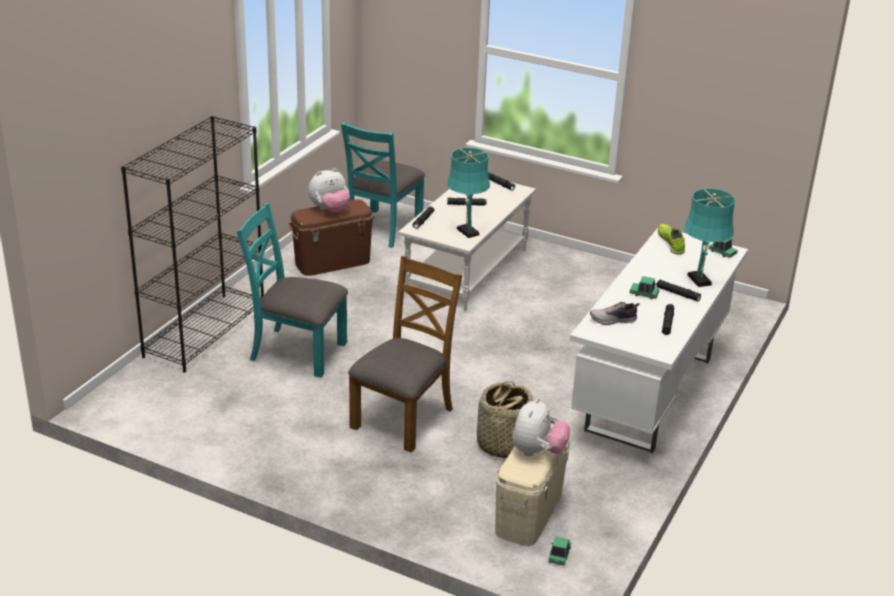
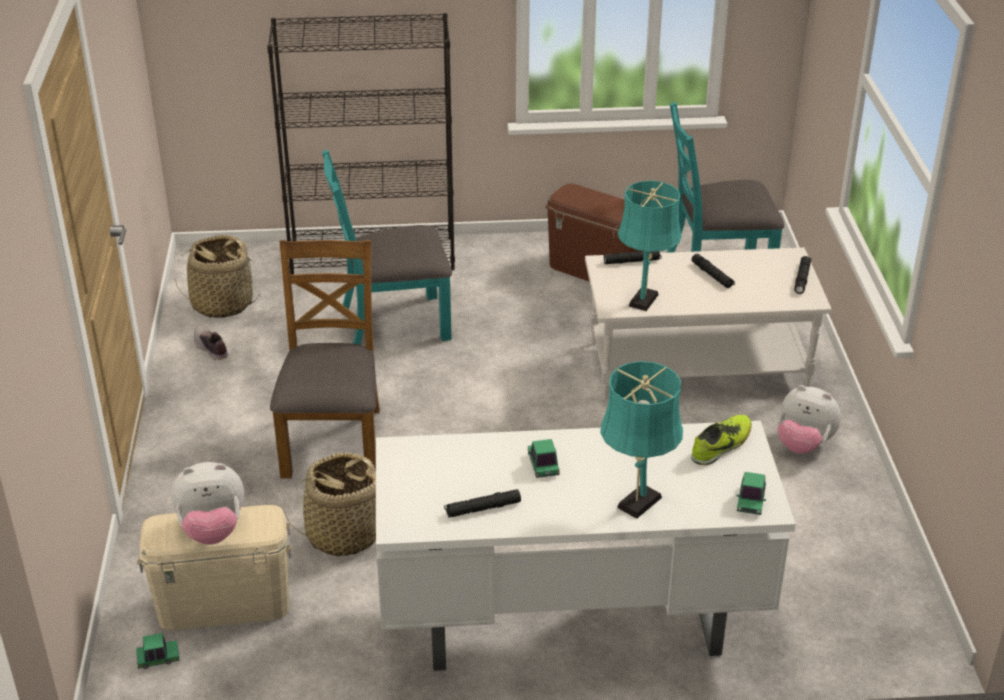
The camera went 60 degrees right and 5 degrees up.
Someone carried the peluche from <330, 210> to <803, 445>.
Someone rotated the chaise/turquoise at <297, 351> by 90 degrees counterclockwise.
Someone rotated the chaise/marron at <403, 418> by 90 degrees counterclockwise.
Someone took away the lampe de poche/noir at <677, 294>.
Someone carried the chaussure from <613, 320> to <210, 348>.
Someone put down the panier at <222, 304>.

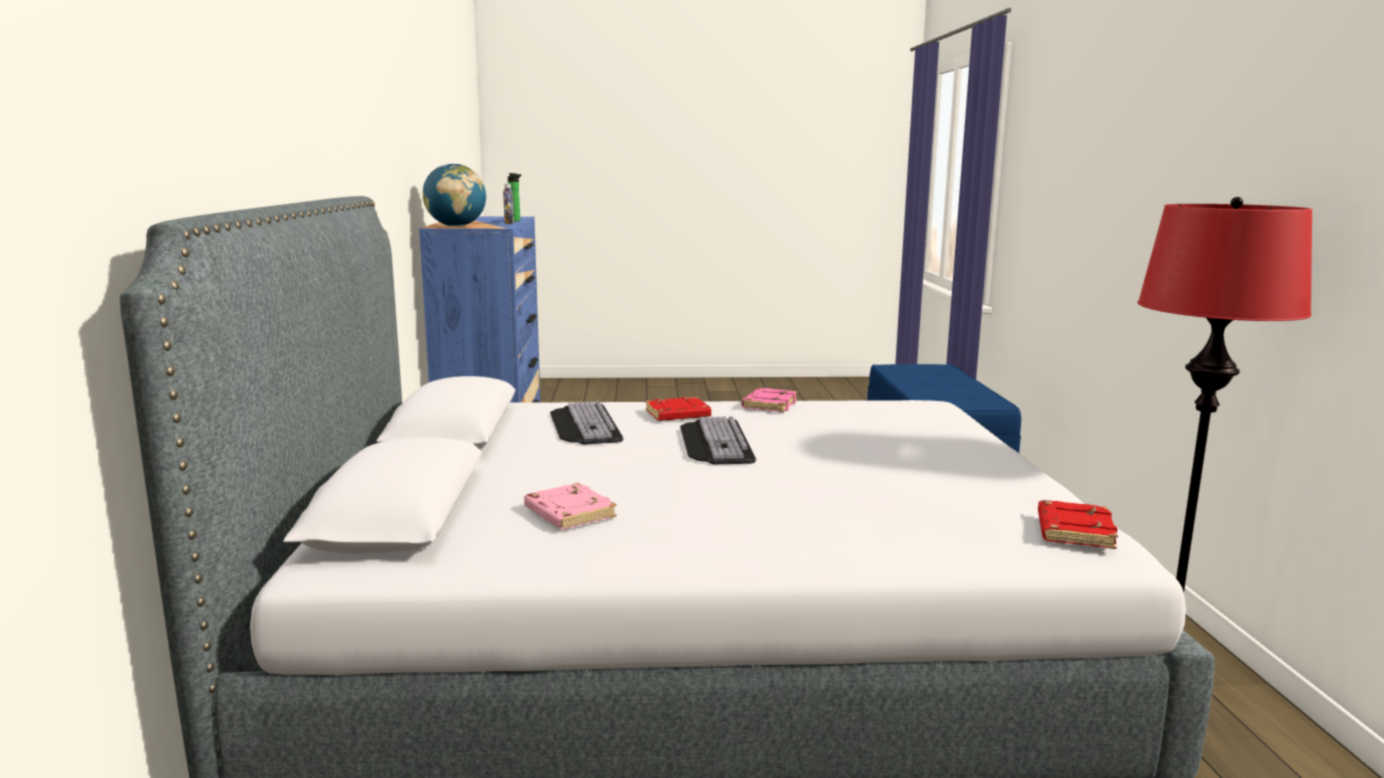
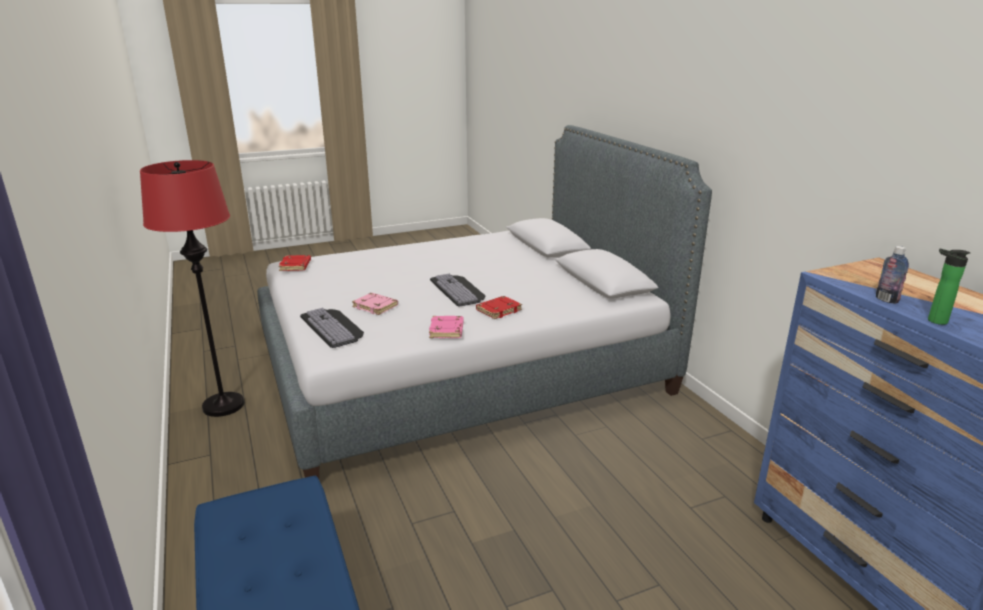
The camera went 160 degrees right and 10 degrees up.
Someone took away the globe at <456, 226>.
Someone carried the clavier from <582, 424> to <334, 327>.
Someone carried the livre/rose from <568, 513> to <376, 306>.

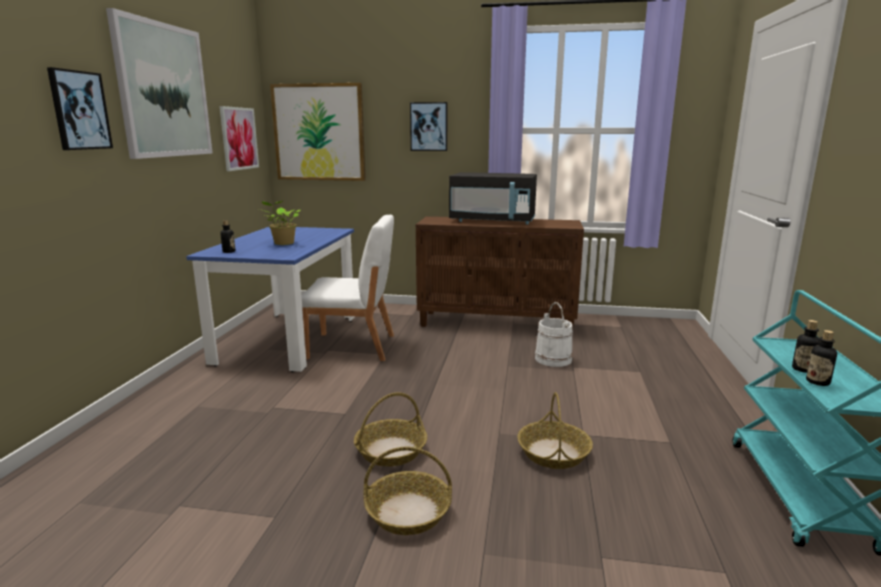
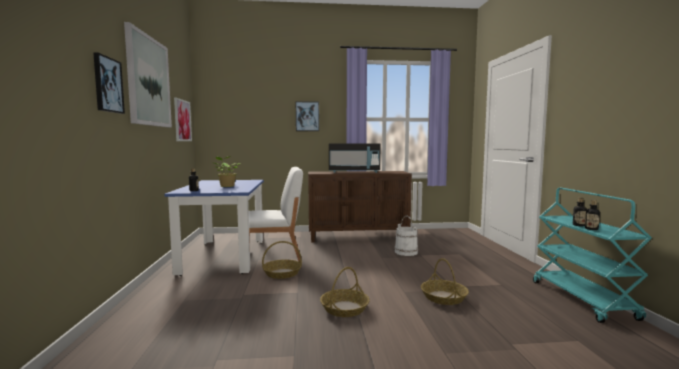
The camera went 15 degrees left and 10 degrees down.
Someone took away the tableau at <319, 132>.
Someone carried the panier from <408, 512> to <282, 273>.

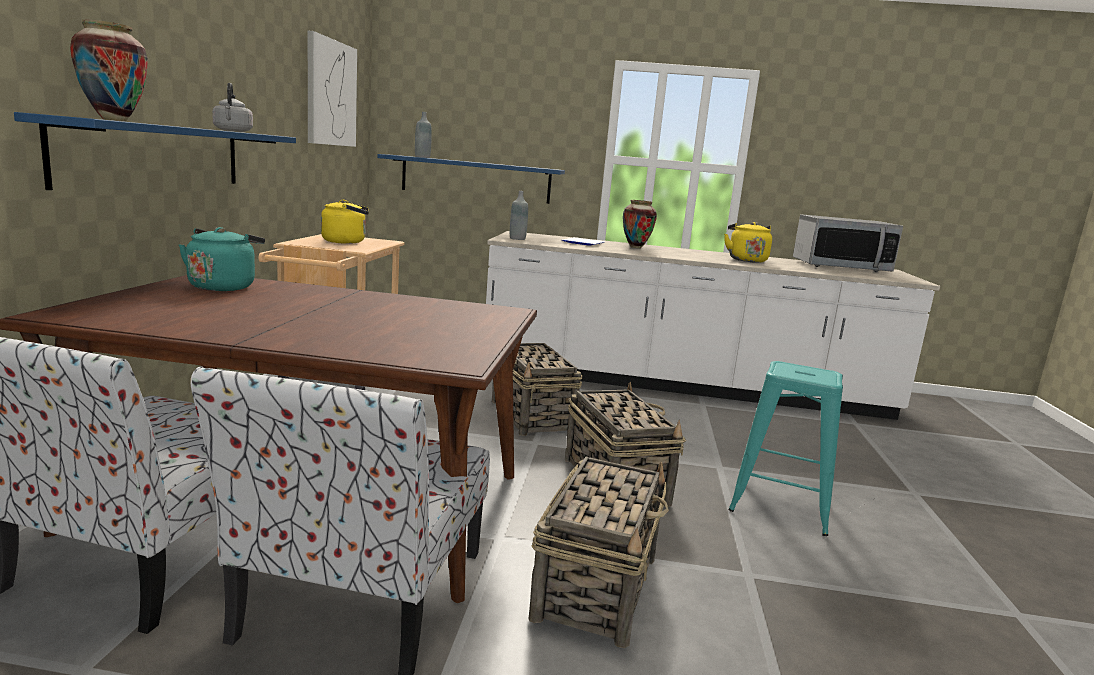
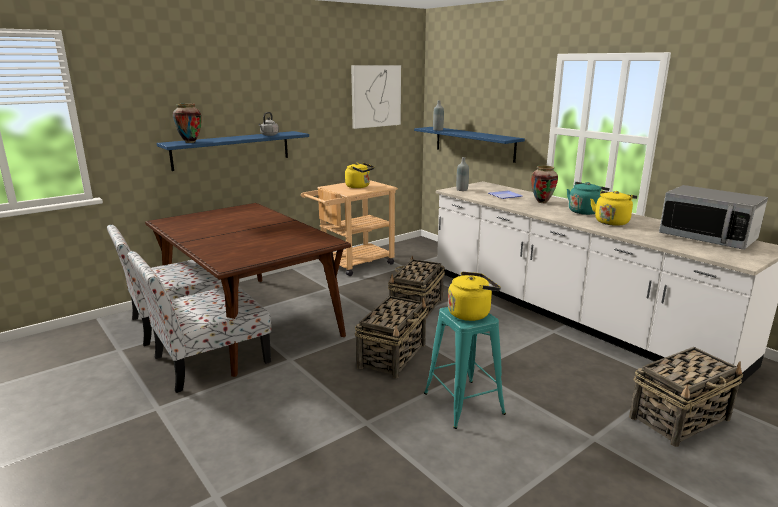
The camera went 45 degrees right and 5 degrees up.
Someone carried the bouilloire/turquoise from <223, 286> to <585, 211>.
Someone carried the panier from <597, 586> to <680, 418>.
Someone put down the bouilloire/jaune at <471, 313>.

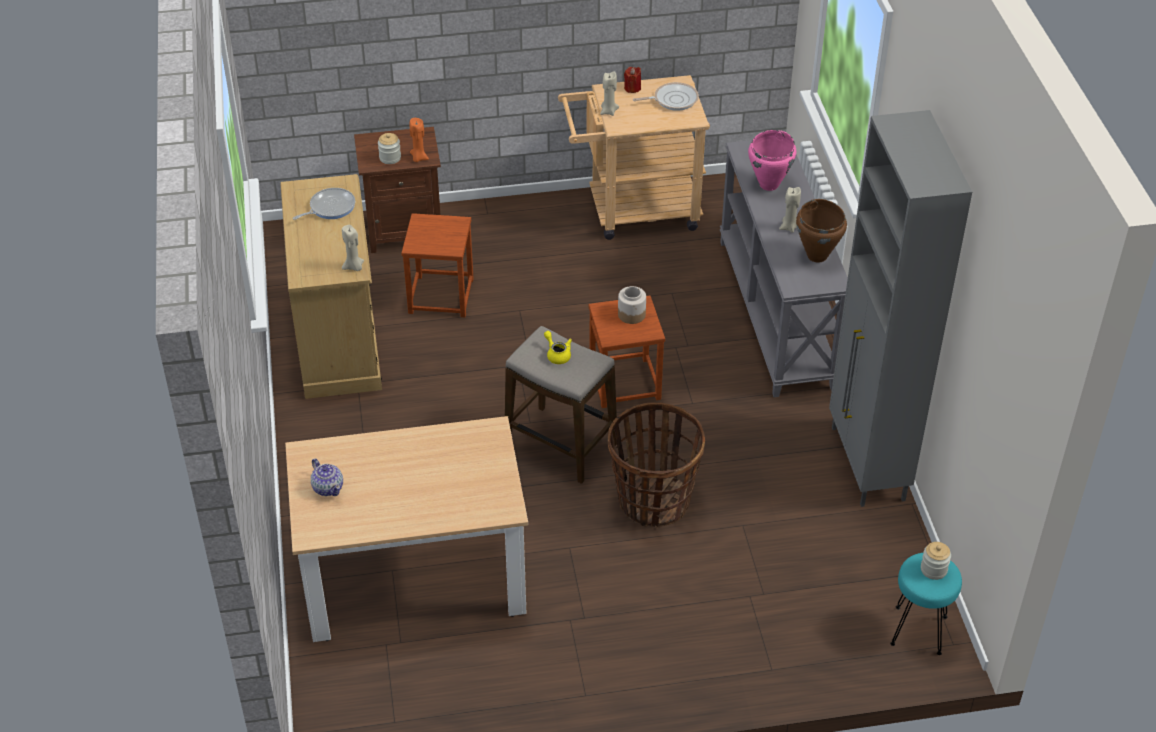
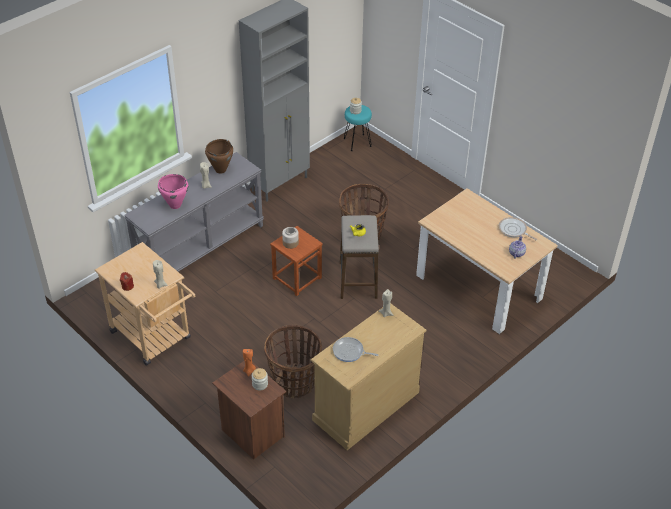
The camera went 125 degrees left and 0 degrees up.
Someone carried the poêle from <673, 100> to <513, 230>.
Someone swapped the tabouret/marron at <441, 296> for the panier at <294, 382>.

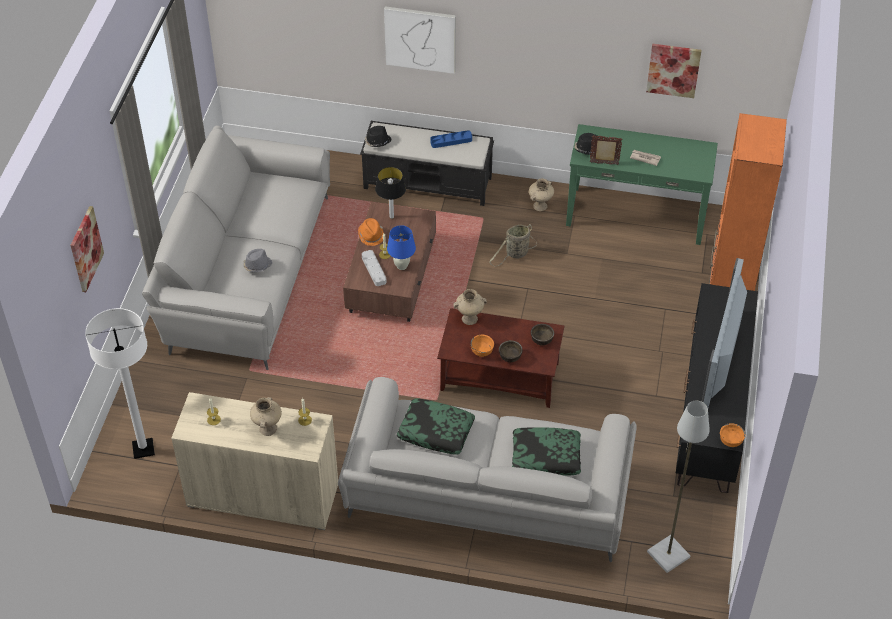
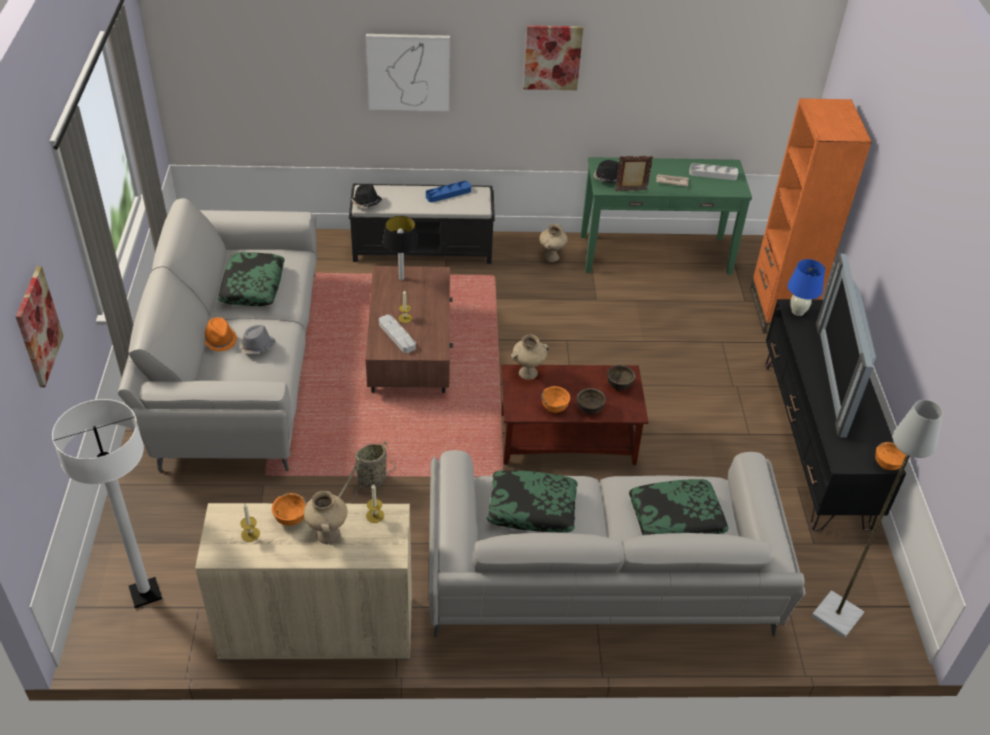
The camera went 15 degrees left and 5 degrees down.
Someone carried the tableau from <673, 70> to <552, 57>.
Someone carried the chapeau/orange from <371, 235> to <220, 339>.
Someone carried the panier from <515, 254> to <370, 482>.
Someone carried the lampe de table/bleu from <401, 266> to <797, 312>.
Someone put down the plateau/gris at <713, 174>.
Someone put down the coussin at <252, 286>.
Someone put down the bol/orange at <291, 518>.

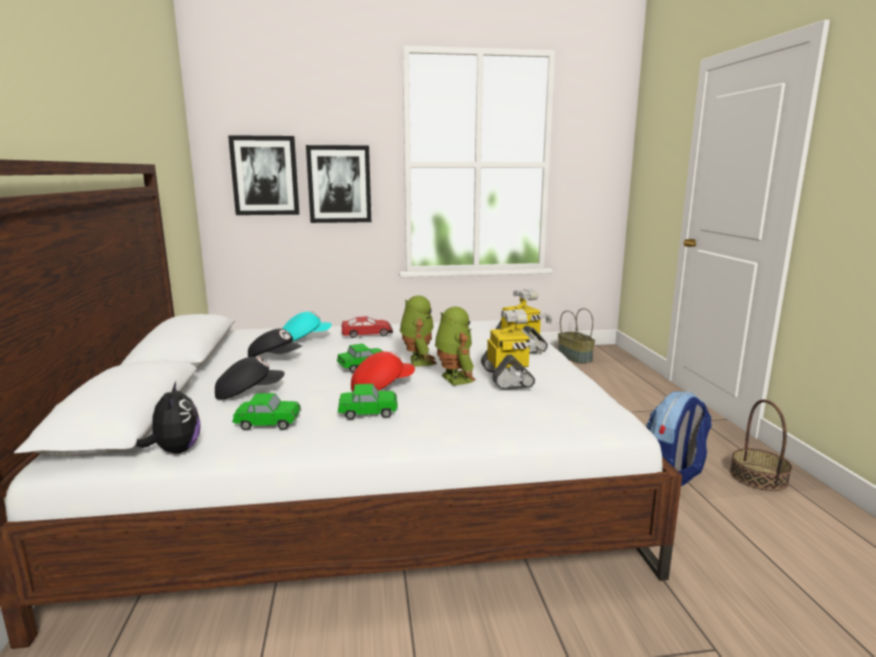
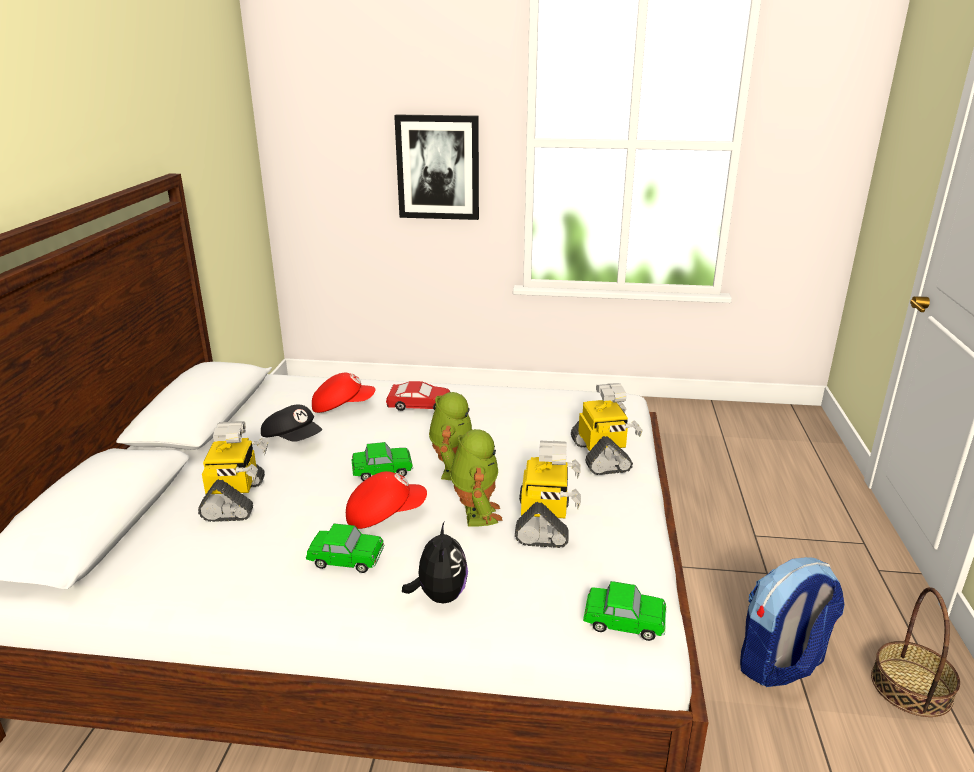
The camera went 15 degrees right and 10 degrees up.
Someone took away the tableau at <265, 176>.
Someone took away the panier at <575, 358>.
Someone repainted the casquette/turquoise at <305, 339>, which became the casquette/rouge at <342, 406>.
Someone swapped the casquette/noir at <249, 393> for the robot jouet at <236, 500>.
Someone carried the peluche from <176, 450> to <439, 595>.
Someone carried the petite voiture from <268, 423> to <624, 623>.

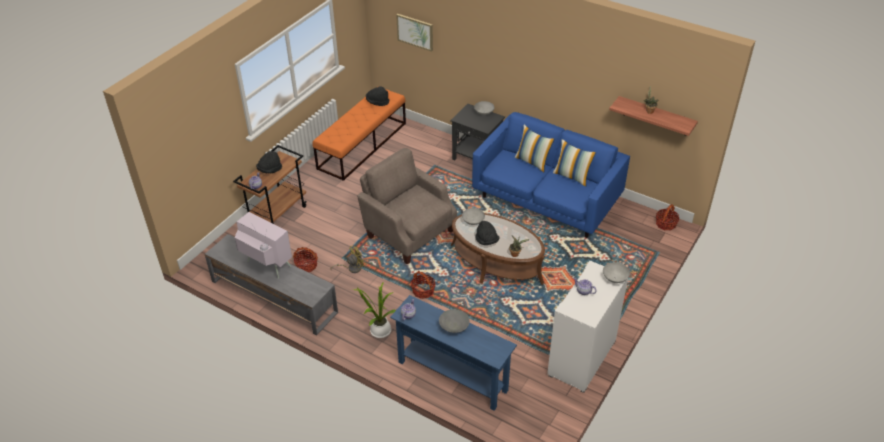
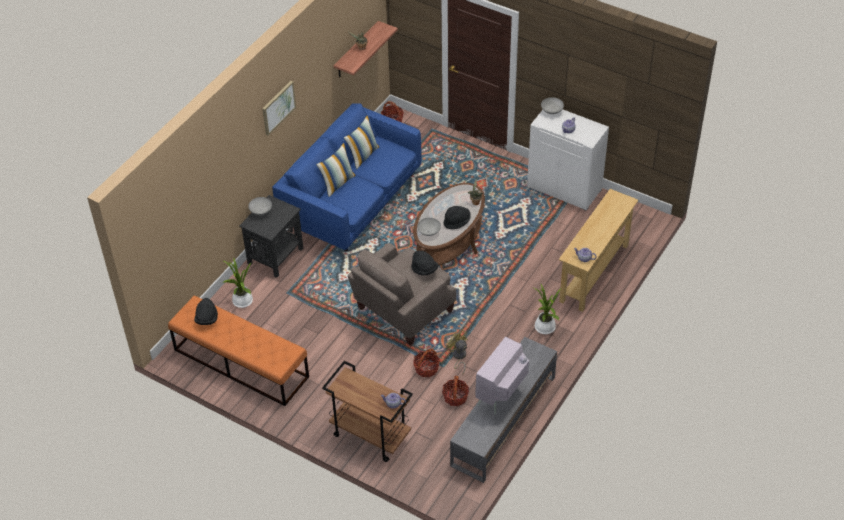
The camera went 90 degrees left and 5 degrees up.
Someone carried the tableau from <415, 32> to <278, 107>.
Someone carried the chapeau/noir from <269, 170> to <424, 269>.
Someone carried the panier from <423, 291> to <426, 368>.
Someone repainted the table console/bleu at <452, 376>, which became the table console/beige at <594, 273>.
Someone took away the bol/gris at <454, 326>.
Someone put down the plante en pot at <242, 302>.

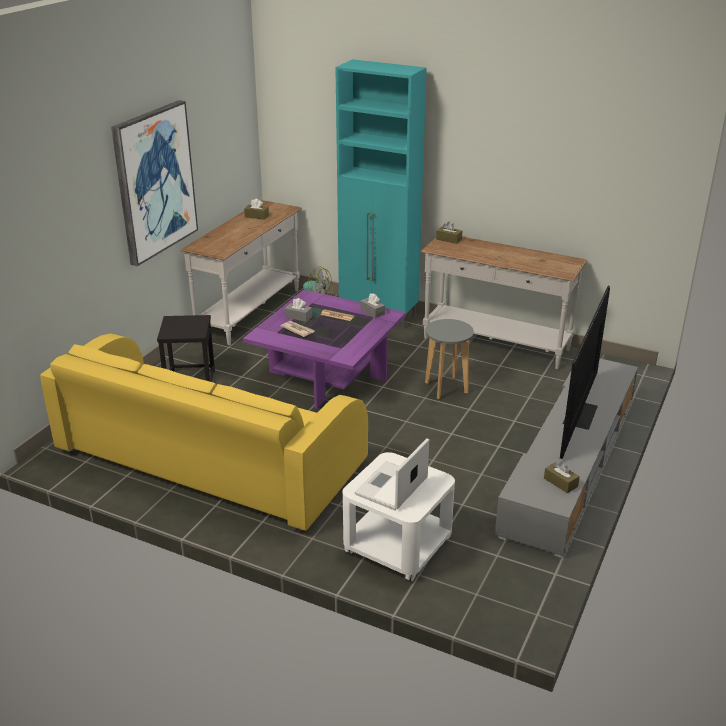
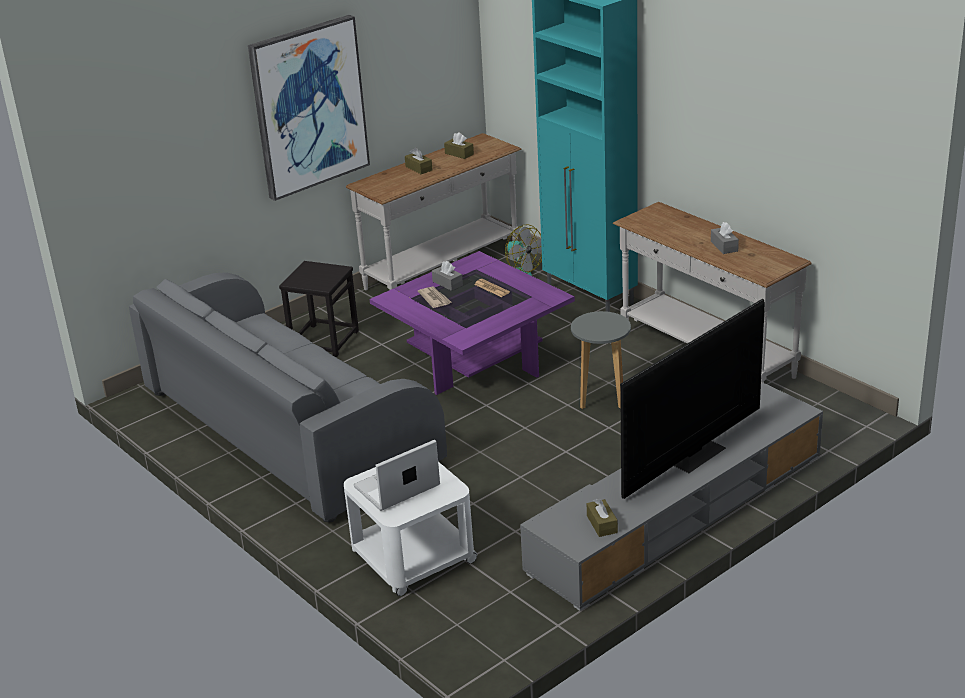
The camera went 25 degrees right and 0 degrees up.
Someone carried the boîte à mouchoirs/marron from <449, 239> to <418, 168>.
Someone carried the boîte à mouchoirs/gris from <372, 312> to <724, 246>.
Someone repainted the canapé/jaune at <209, 459>, which became the canapé/gris at <287, 428>.

